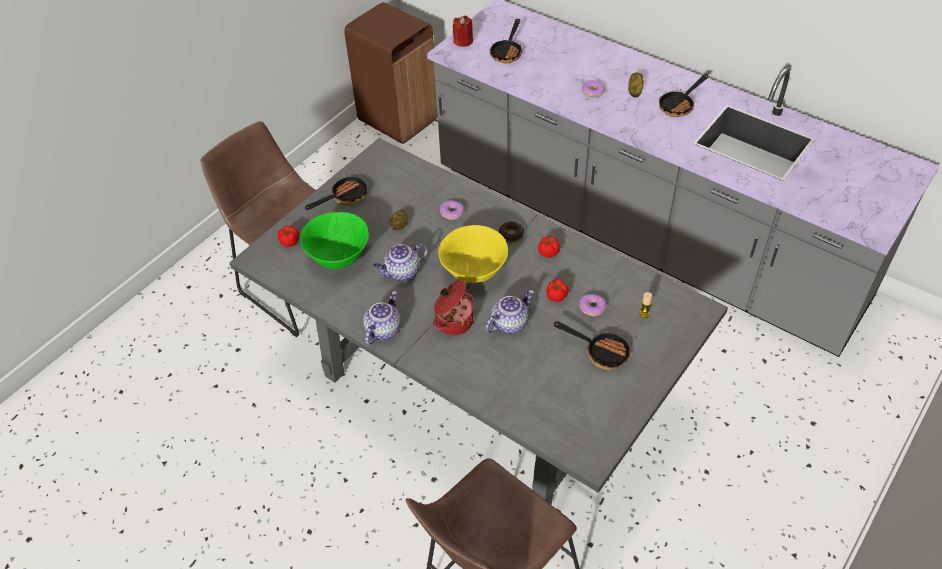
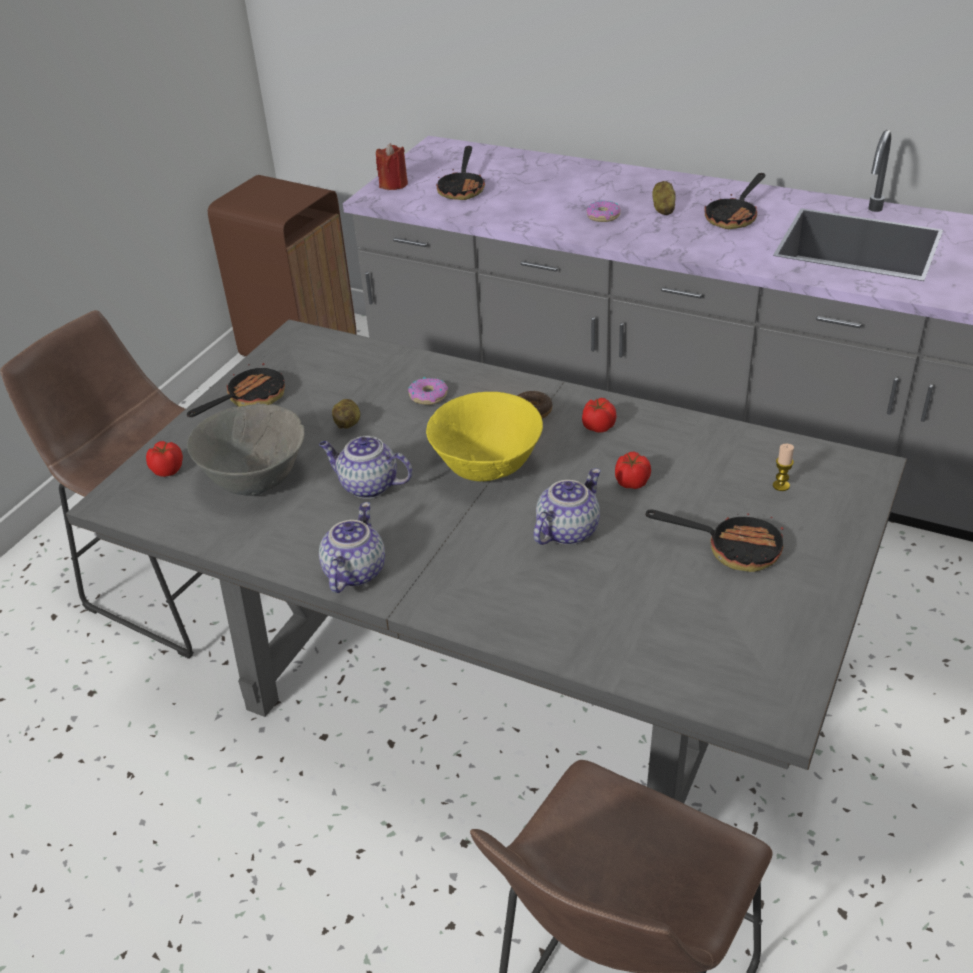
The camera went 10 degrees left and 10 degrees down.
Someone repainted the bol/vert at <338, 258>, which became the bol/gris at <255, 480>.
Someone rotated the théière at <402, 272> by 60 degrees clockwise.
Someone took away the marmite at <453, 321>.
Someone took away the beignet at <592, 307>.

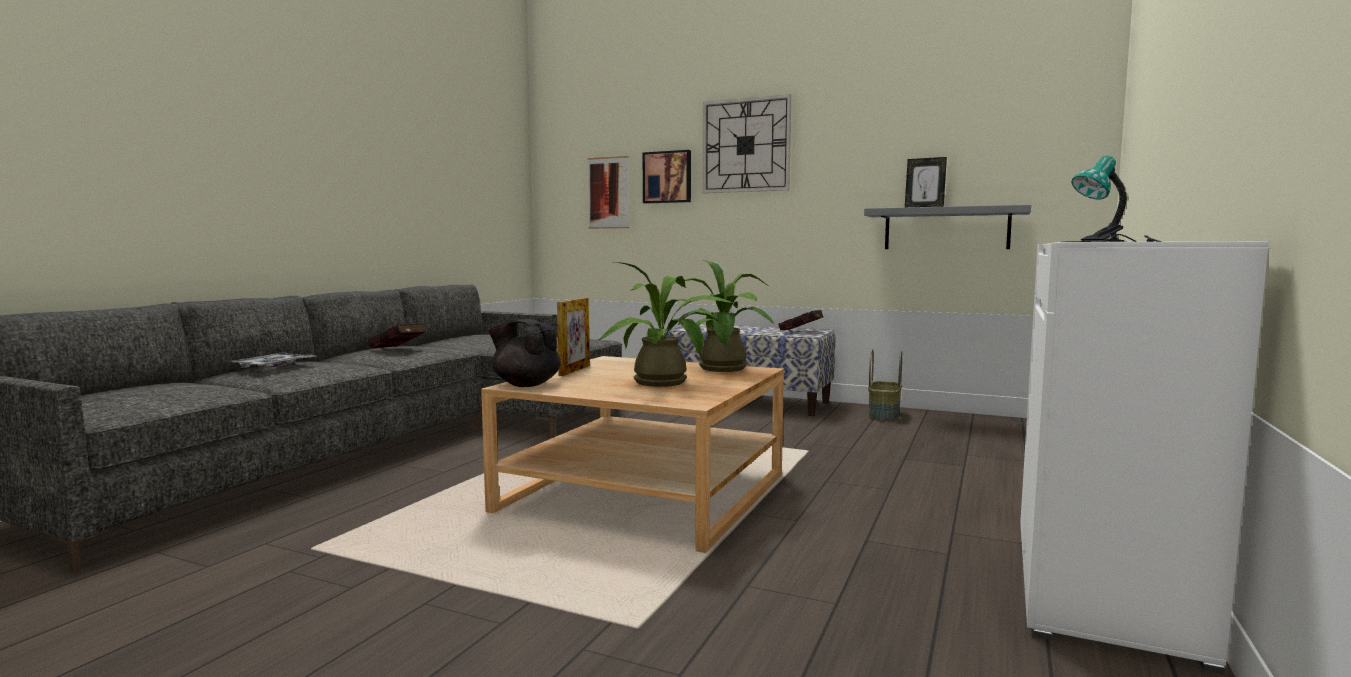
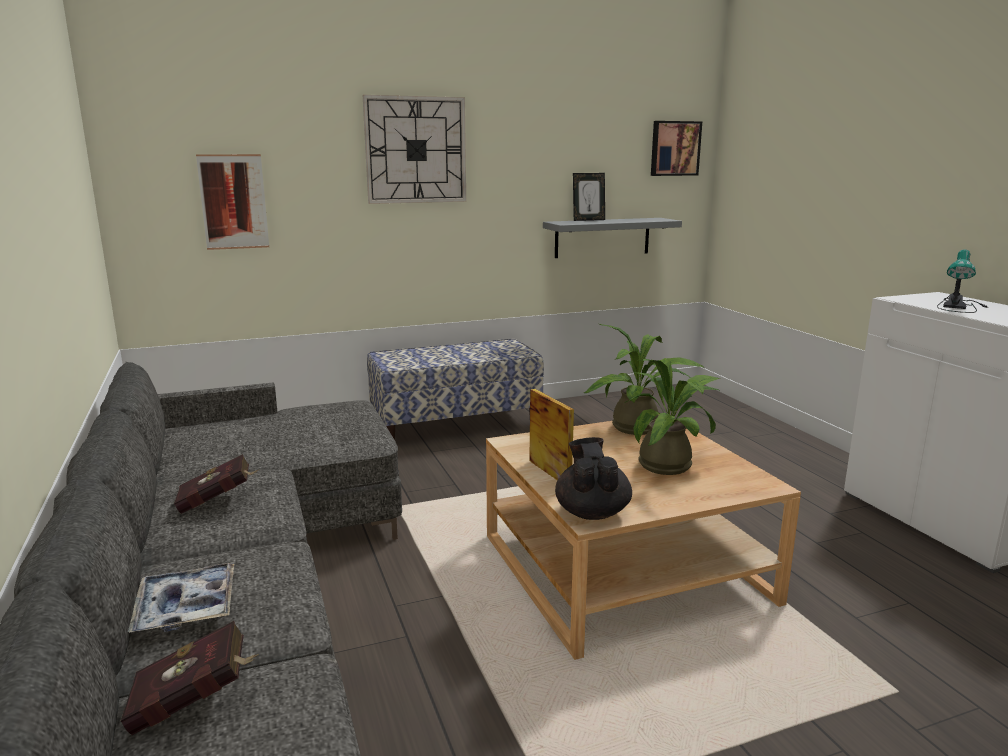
The camera went 45 degrees left and 10 degrees up.
Someone carried the tableau from <667, 177> to <674, 148>.
Someone carried the livre/rouge from <802, 331> to <195, 702>.
Someone rotated the théière/noir at <526, 384> by 105 degrees clockwise.
Someone took away the panier at <883, 415>.

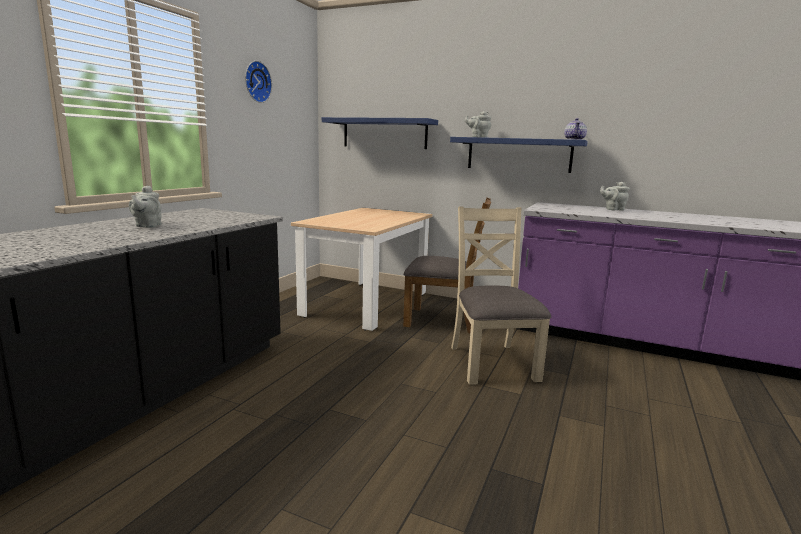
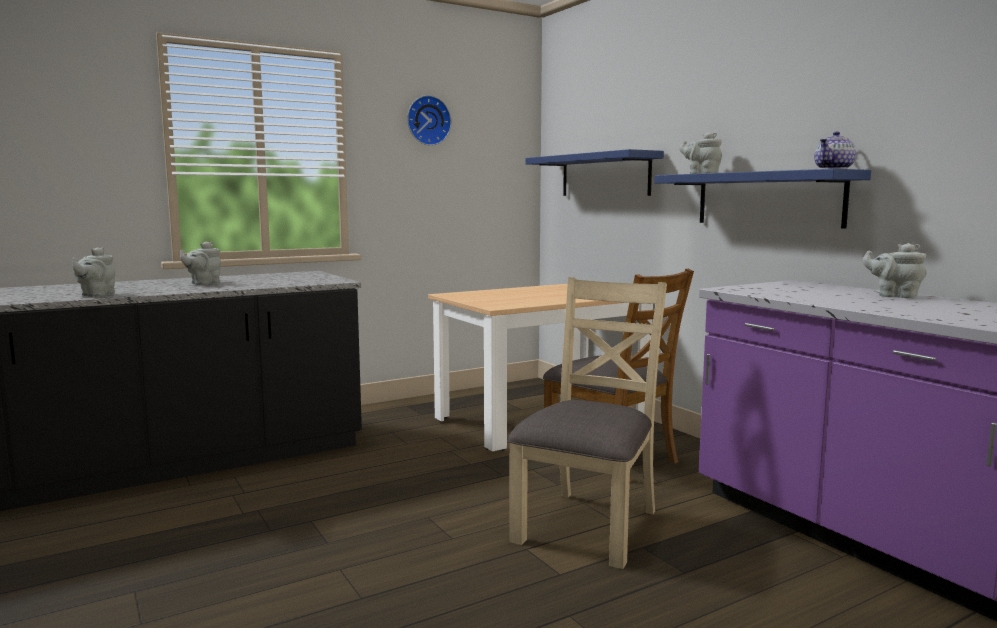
The camera went 35 degrees right and 5 degrees down.
Someone put down the théière/gris at <96, 295>.

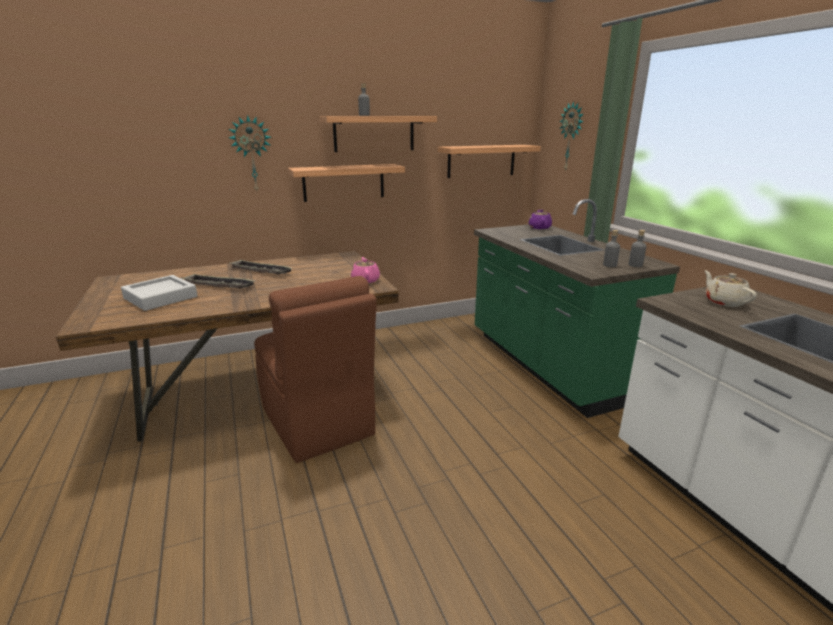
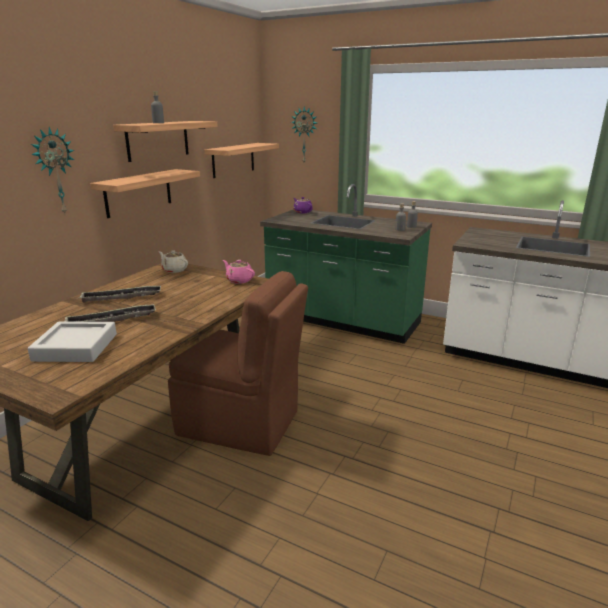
The camera went 40 degrees left and 0 degrees up.
Someone carried the théière/beige from <724, 302> to <174, 270>.

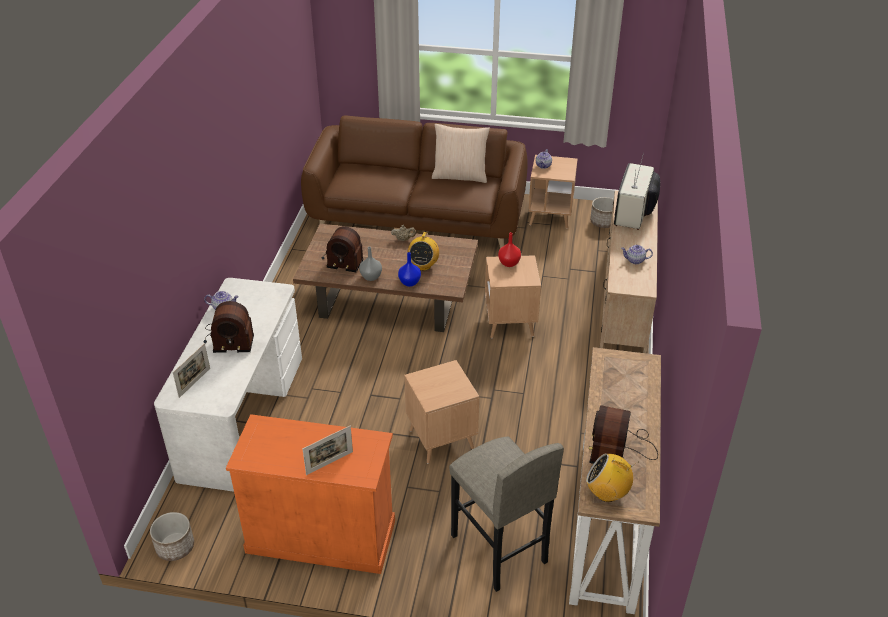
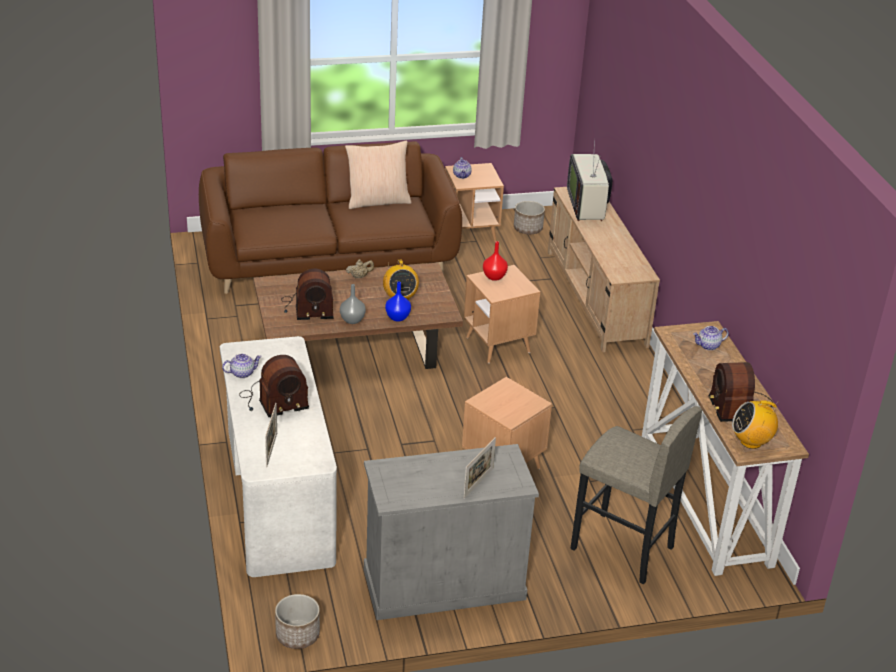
The camera went 25 degrees left and 5 degrees down.
Someone carried the théière from <635, 260> to <708, 346>.
Someone repainted the meuble de rangement/orange at <321, 536>, which became the meuble de rangement/gris at <444, 584>.

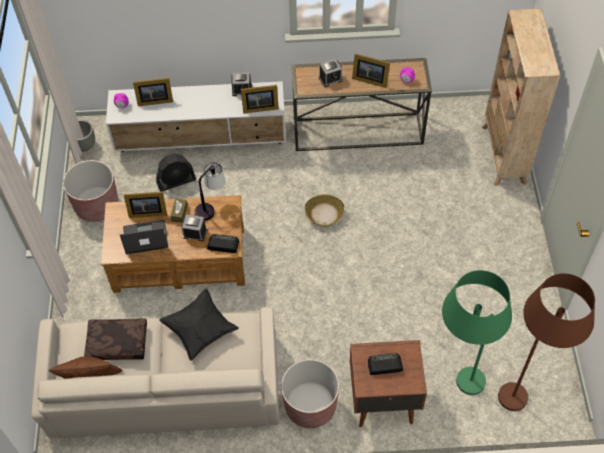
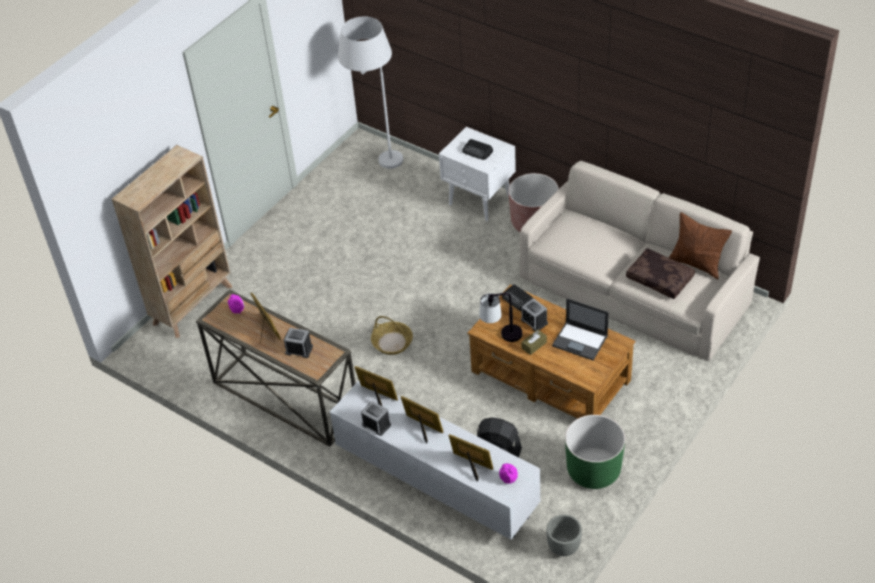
The camera went 140 degrees left and 10 degrees down.
Someone repainted the cache-pot/marron at <97, 206>, which became the cache-pot/vert at <593, 470>.
Someone carried the cadre photo from <146, 212> to <423, 428>.
Someone took away the lampadaire/vert at <455, 386>.
Someone repainted the lampadaire/marron at <526, 389>, which became the lampadaire/blanc at <377, 159>.
Someone took away the coussin/noir at <200, 330>.
Someone repainted the table de chevet/marron at <382, 401>, which became the table de chevet/blanc at <480, 200>.

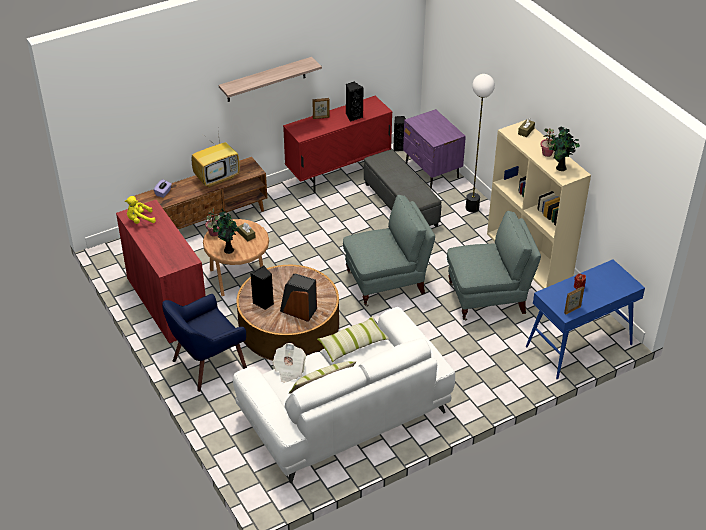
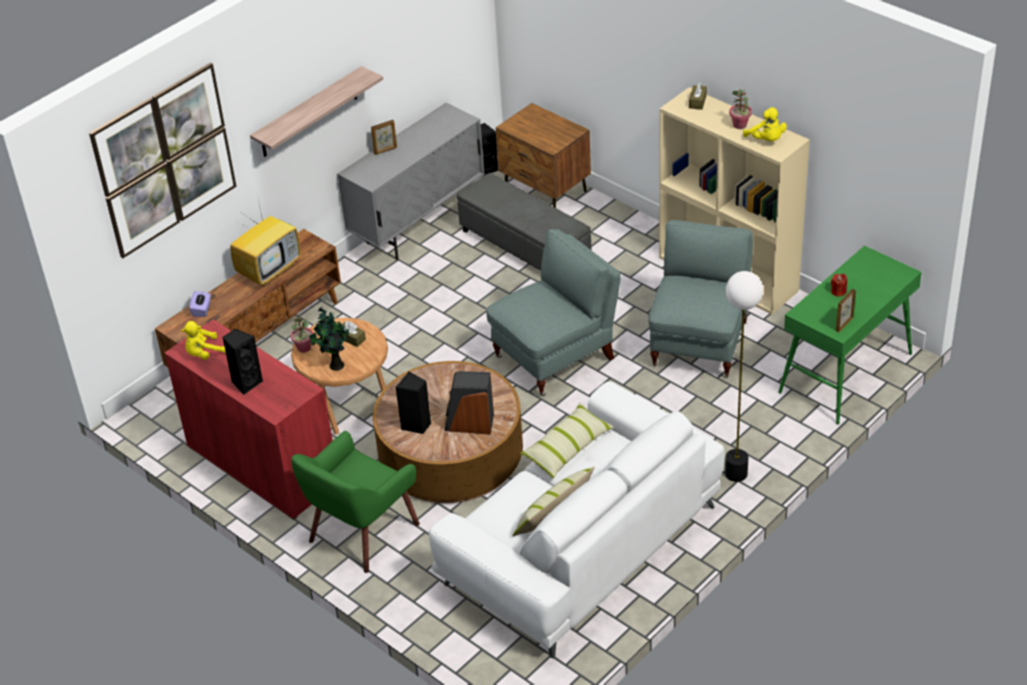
The camera went 15 degrees left and 0 degrees up.
Someone carried the lampadaire from <472, 208> to <736, 474>.
Someone carried the enceinte/noir from <353, 116> to <246, 383>.
Someone repainted the meuble de rangement/rouge at <338, 174>, which became the meuble de rangement/gris at <418, 226>.
Someone repainted the table de chevet/violet at <432, 171>, which became the table de chevet/marron at <545, 190>.
Someone swapped the plante en pot at <560, 168> for the peluche/jaune at <766, 140>.
Someone rotated the fauteuil/gris at <487, 298> by 45 degrees counterclockwise.
Someone repainted the table console/bleu at <578, 346>, which became the table console/vert at <845, 374>.
Someone repainted the fauteuil/bleu at <208, 364>, which became the fauteuil/vert at <362, 532>.
Someone took away the journal at <289, 369>.
Someone put up the tableau at <164, 160>.

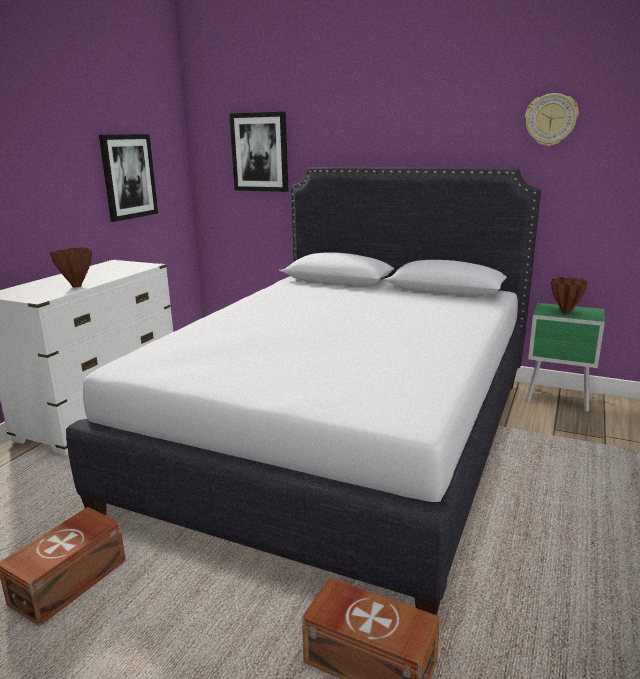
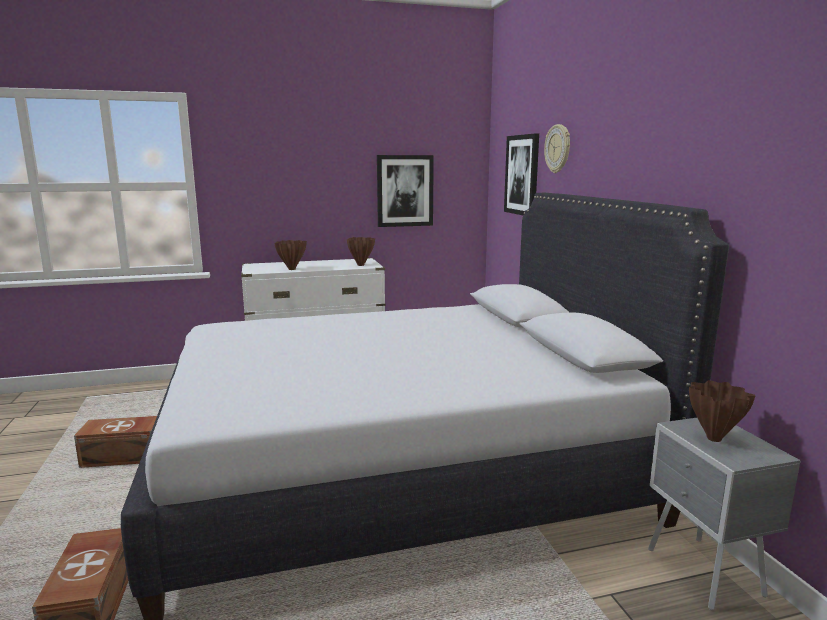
The camera went 50 degrees right and 5 degrees down.
Someone carried the horloge murale from <551, 120> to <558, 149>.
Someone repainted the table de chevet/vert at <559, 399>, which became the table de chevet/gris at <704, 574>.
Someone put down the vase/marron at <361, 265>.

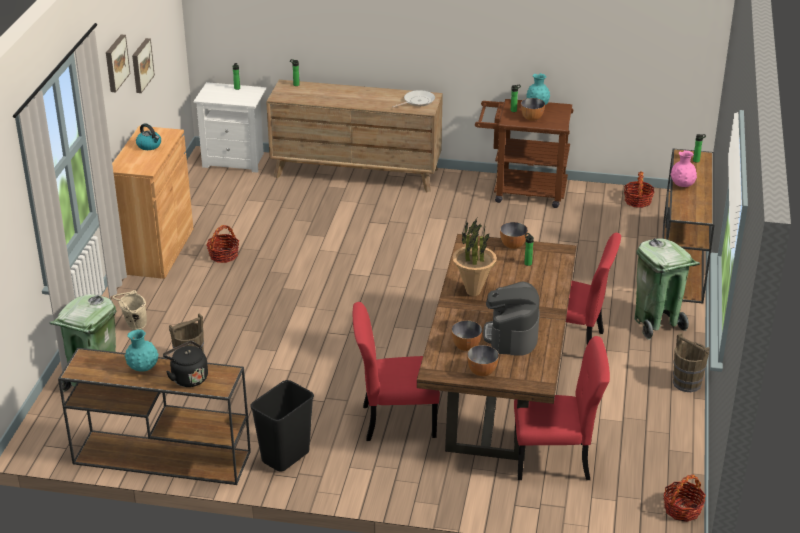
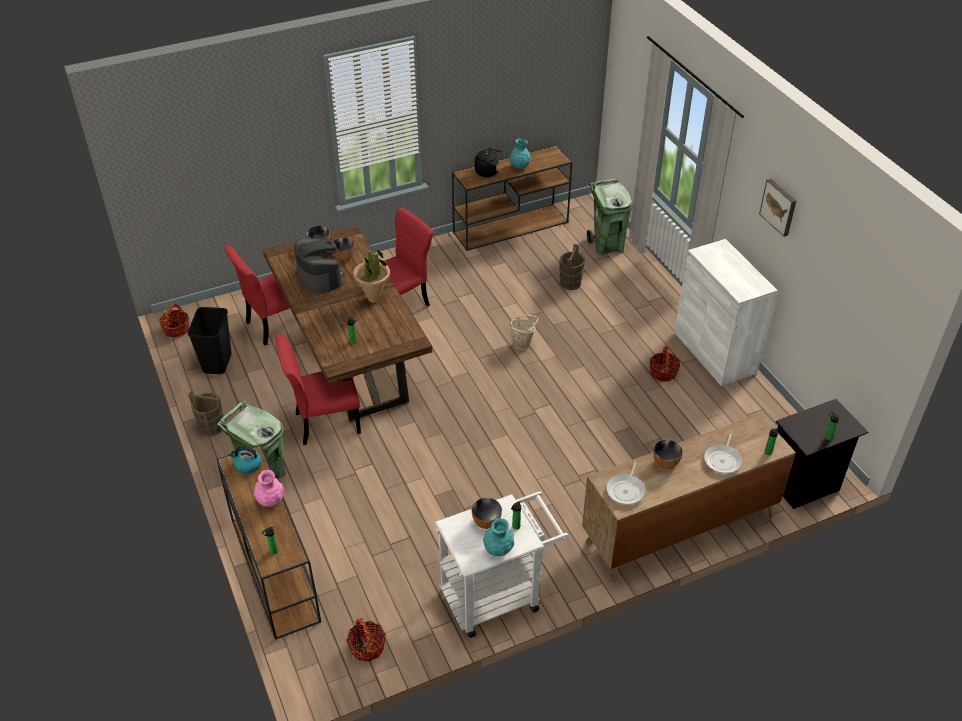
The camera went 145 degrees right and 10 degrees up.
Someone took away the tableau at <141, 65>.
Someone repainted the table de chevet/blanc at <235, 160>, which became the table de chevet/noir at <803, 484>.
Someone repainted the chariot/marron at <522, 191>, which became the chariot/blanc at <498, 595>.
Someone carried the bouilloire from <149, 145> to <247, 465>.
Someone repainted the meuble de rangement/marron at <157, 251>, which became the meuble de rangement/blanc at <714, 352>.
Someone carried the bol from <513, 245> to <665, 463>.
Someone carried the seau/beige from <133, 326> to <523, 344>.
Someone carried the poubelle/noir from <285, 457> to <216, 363>.
Someone put down the poêle at <723, 459>.

